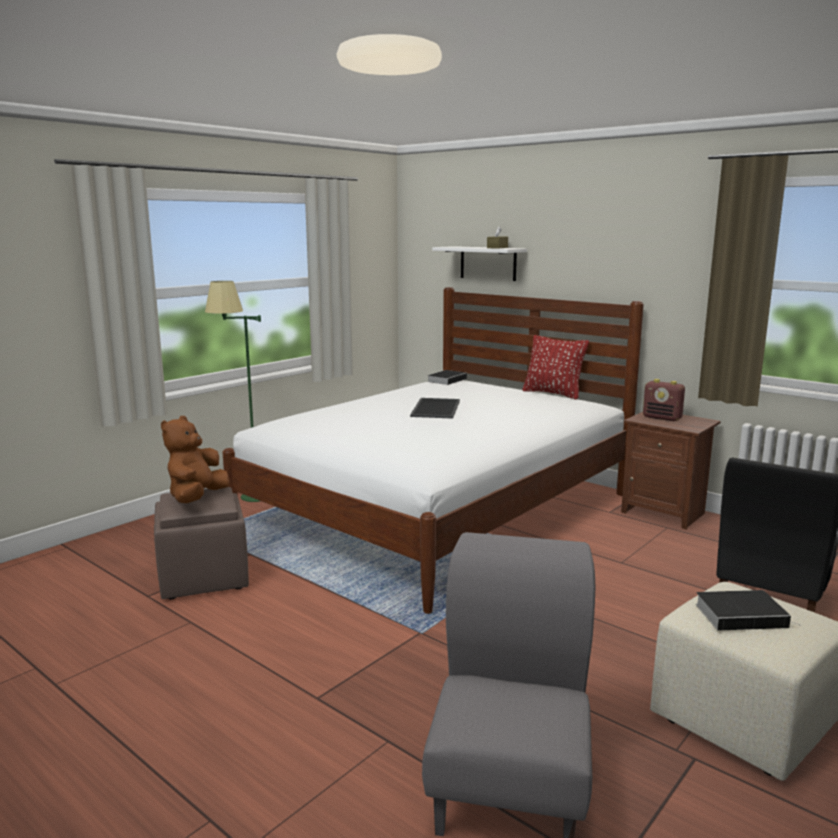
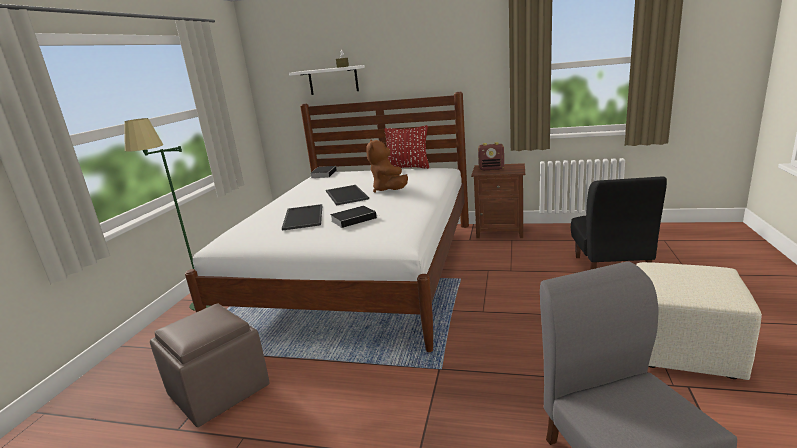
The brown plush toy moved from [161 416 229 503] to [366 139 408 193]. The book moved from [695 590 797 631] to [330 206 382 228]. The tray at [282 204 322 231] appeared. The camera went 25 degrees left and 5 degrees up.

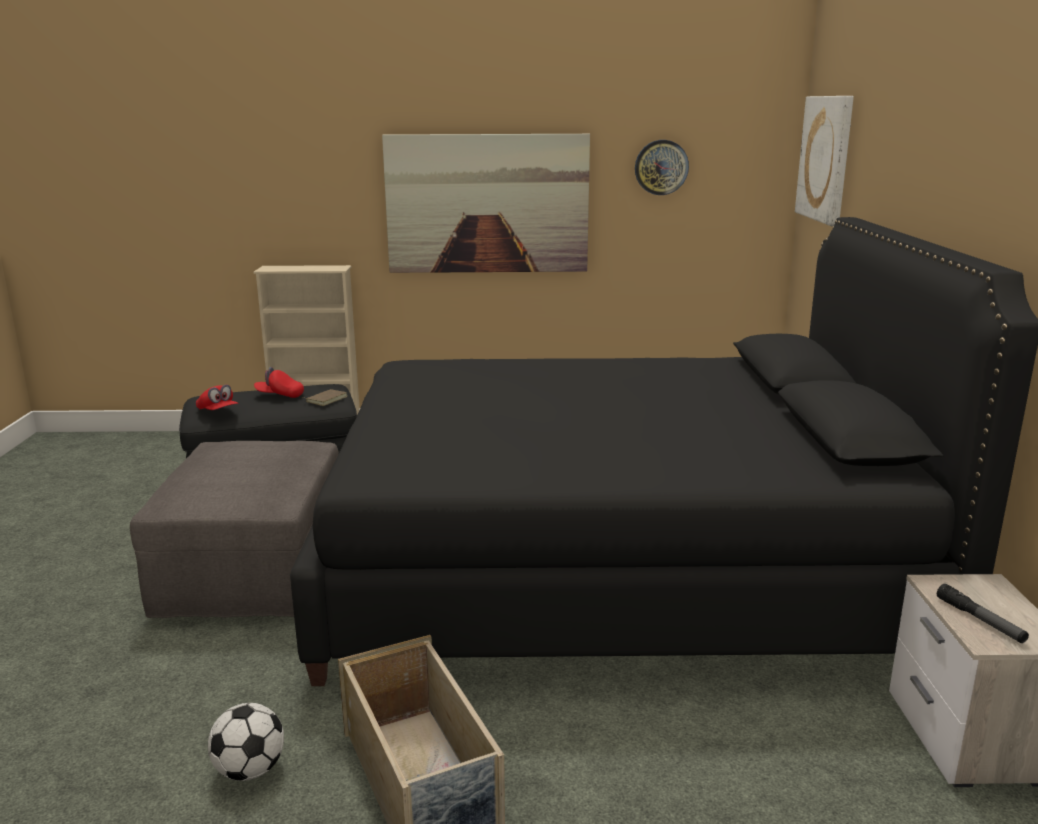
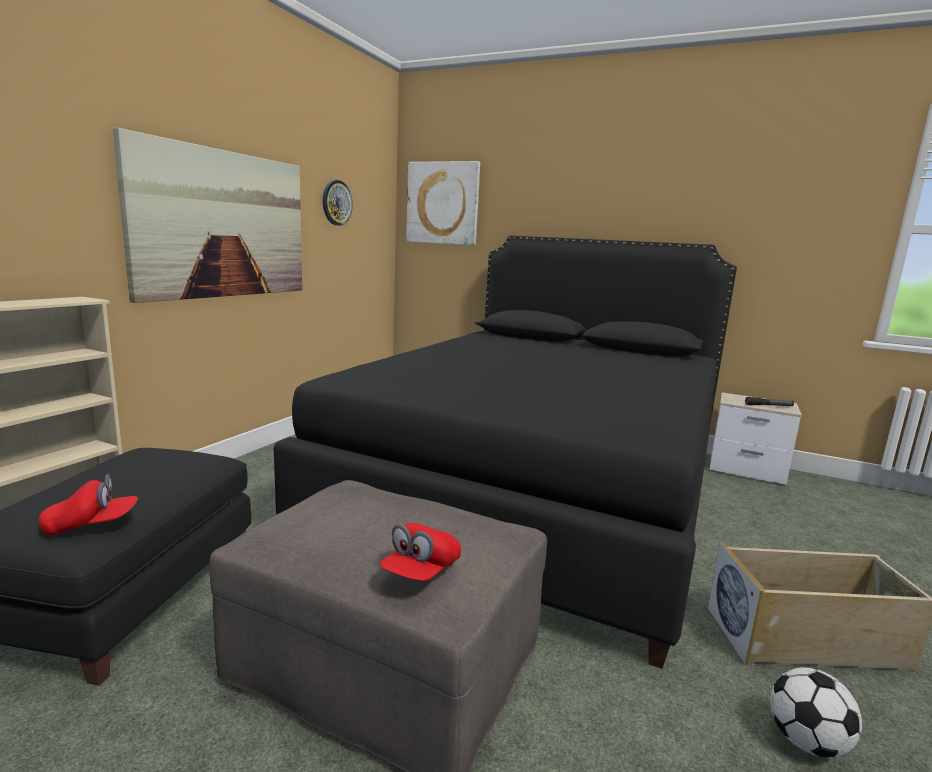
The red cap moved from [254 367 304 398] to [380 523 461 581]. The brown book at [303 389 347 406] disappeared. The camera went 65 degrees left and 5 degrees down.

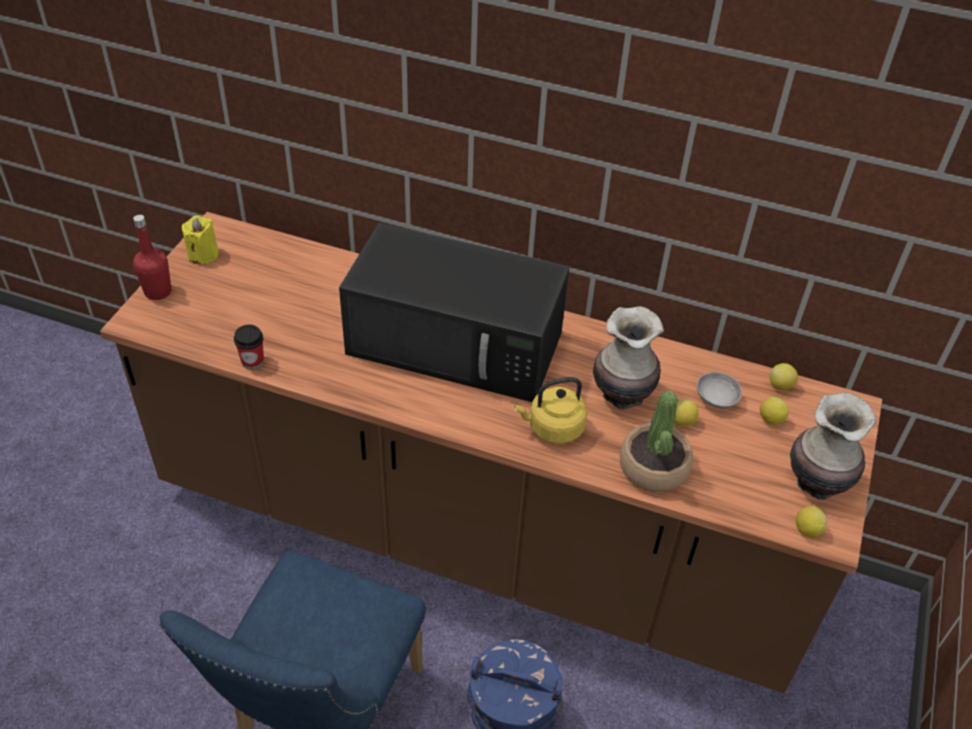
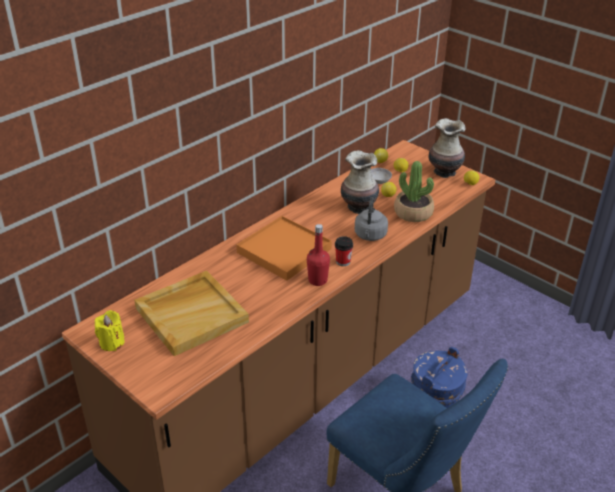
The red bottle moved from [133 215 172 300] to [307 224 330 286]. The black microwave at [339 223 570 402] was replaced by the orange tray at [236 216 332 281]. The cup moved from [234 325 264 370] to [335 236 353 266]. The yellow kettle at [514 377 587 444] became the grey kettle at [355 197 388 241]. The beige tray at [134 271 249 356] appeared. The camera went 65 degrees left and 10 degrees down.

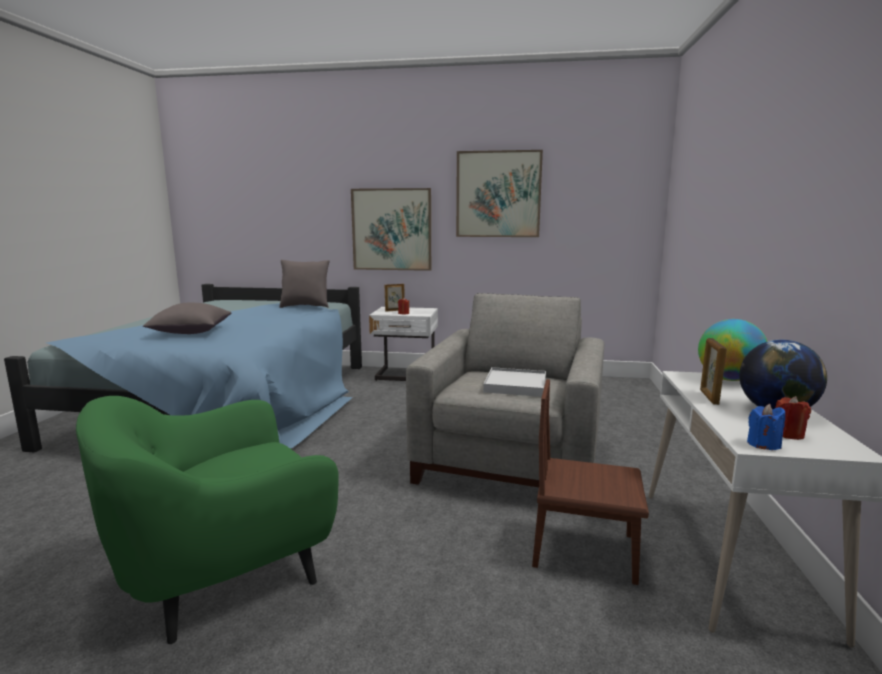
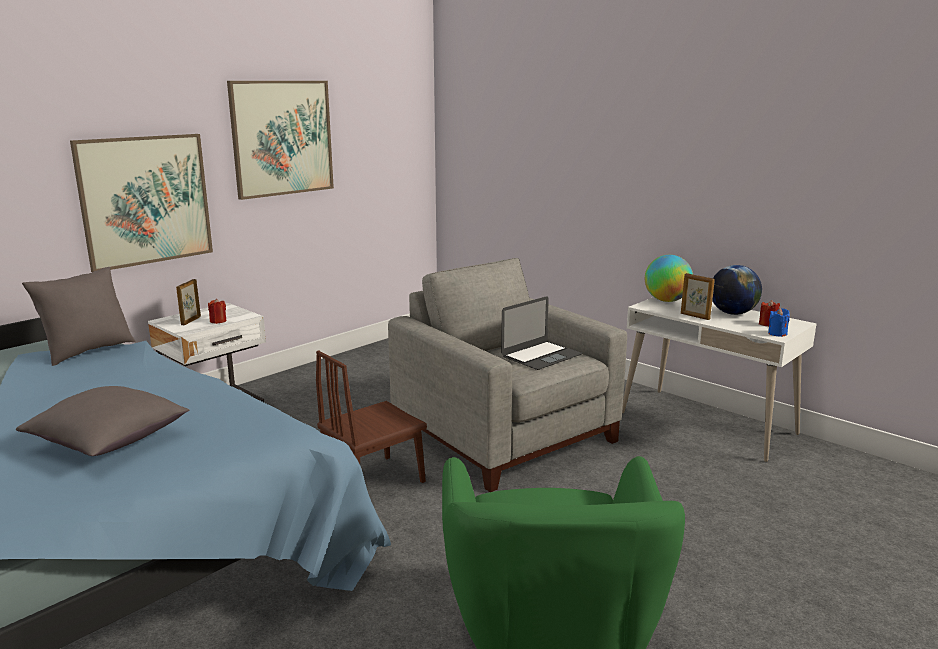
The white tray at [483 367 546 397] was replaced by the laptop at [501 296 582 370]. The brown chair moved from [532 379 649 585] to [316 350 427 483]. The camera went 55 degrees left and 5 degrees up.

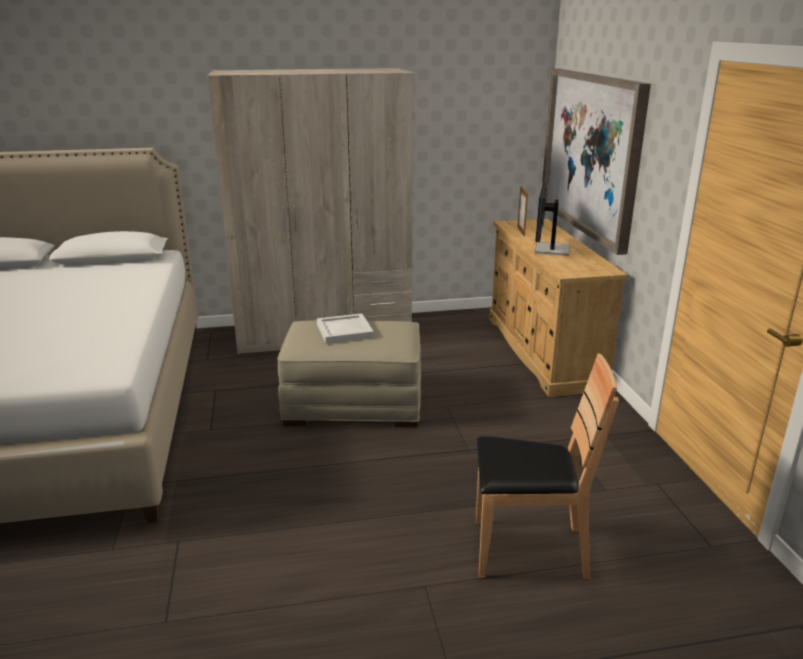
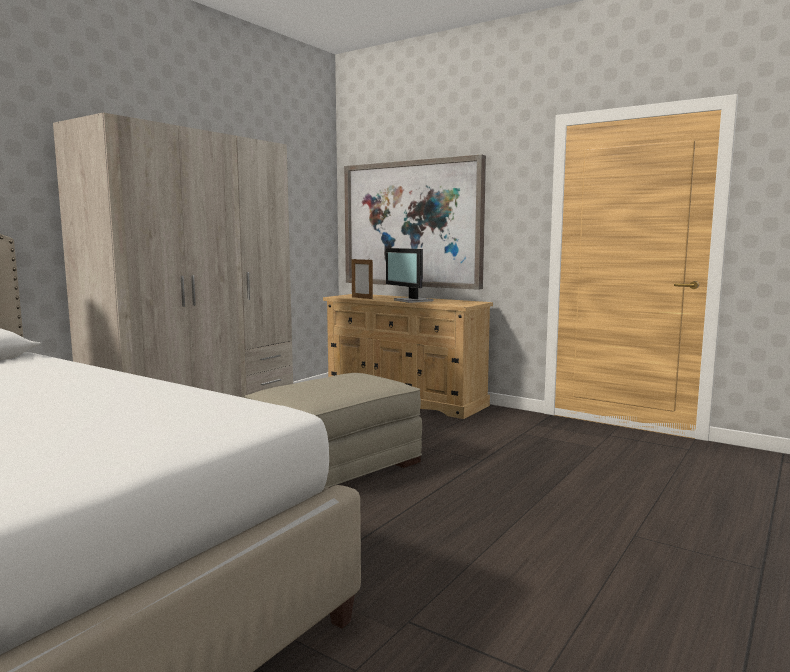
The white tray at [317 313 374 344] disappeared. The brown chair at [476 353 619 579] disappeared. The camera went 45 degrees left and 15 degrees down.

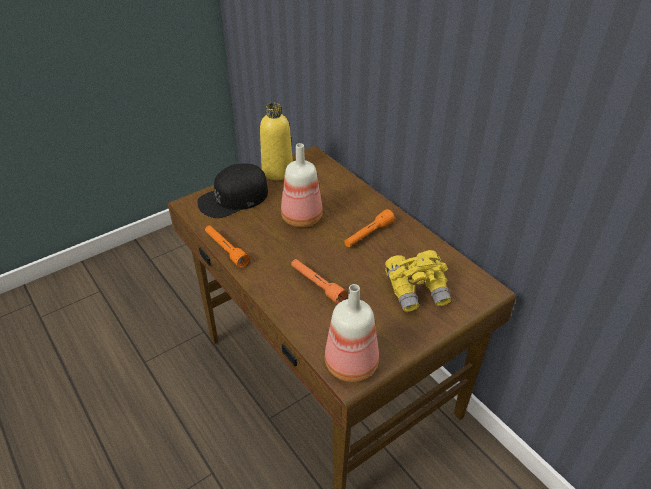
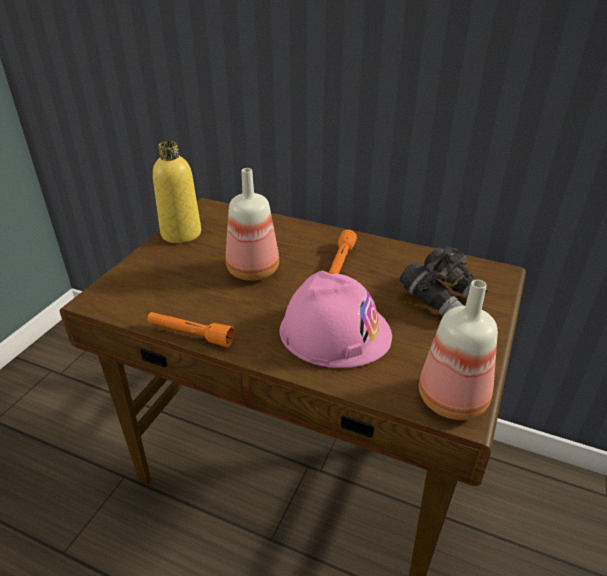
The black cap at [198 164 268 218] disappeared. The yellow binoculars at [385 250 452 312] became the grey binoculars at [400 247 488 316]. The orange flashlight at [291 259 347 304] was replaced by the pink hard hat at [280 271 392 368]. The camera went 30 degrees left and 5 degrees down.

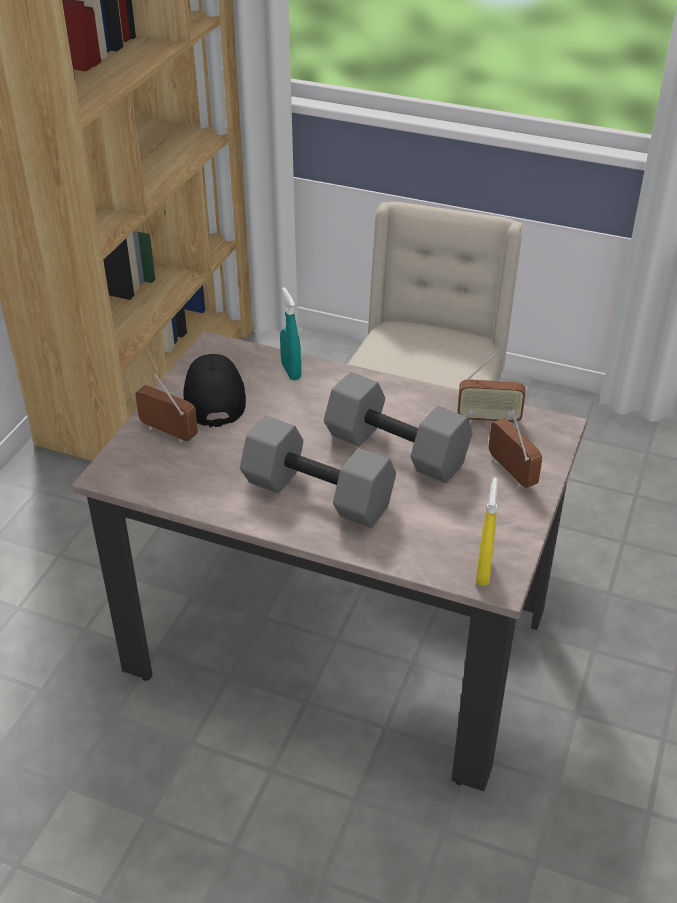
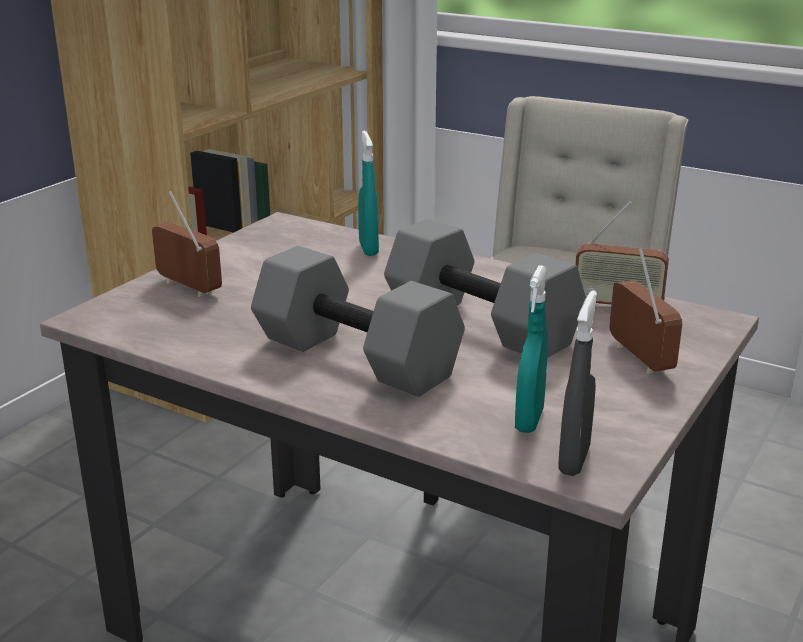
The black cap at [183 354 246 428] disappeared. The yellow spray bottle at [476 478 498 586] became the grey spray bottle at [559 290 597 476]. The turquoise spray bottle at [515 265 548 433] appeared. The camera went 10 degrees right and 15 degrees down.

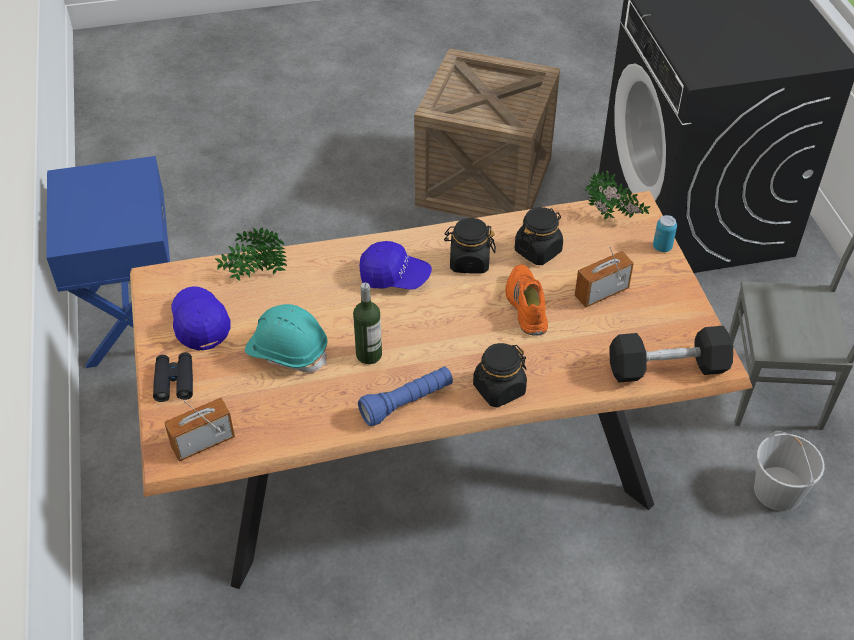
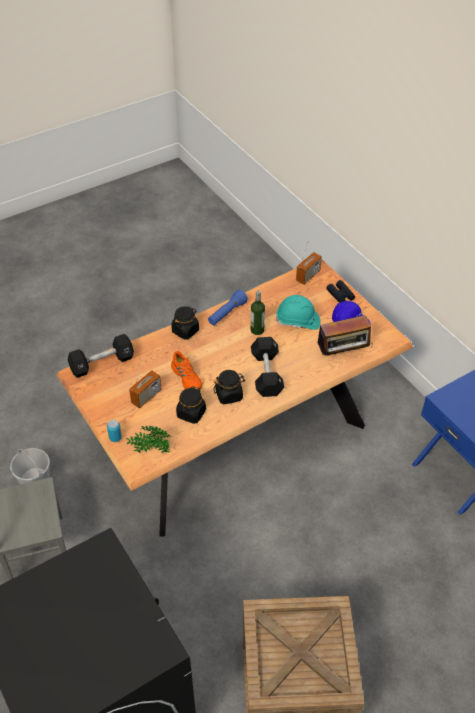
The potted plant at [215 228 287 281] was replaced by the radio at [318 315 373 356]. The blue cap at [360 241 432 290] was replaced by the black dumbbell at [251 337 284 397]. The camera went 160 degrees right and 0 degrees up.

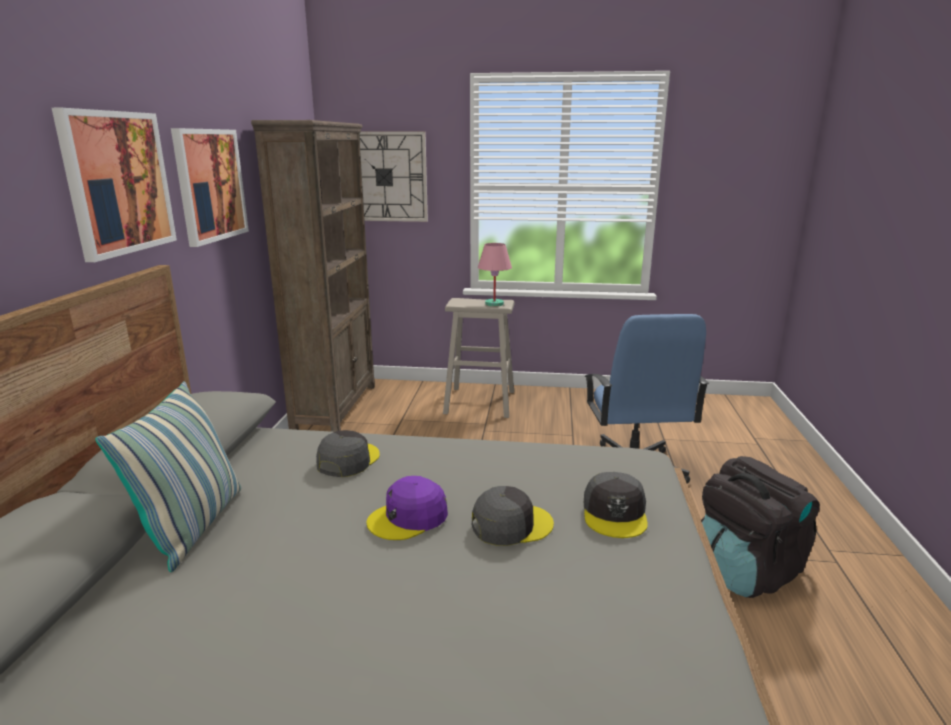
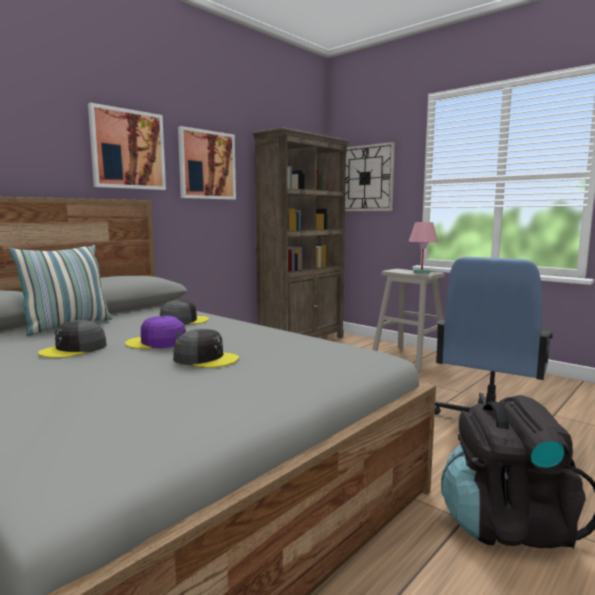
The grey cap moved from [584 472 648 538] to [38 320 107 358]. The camera went 35 degrees right and 10 degrees down.

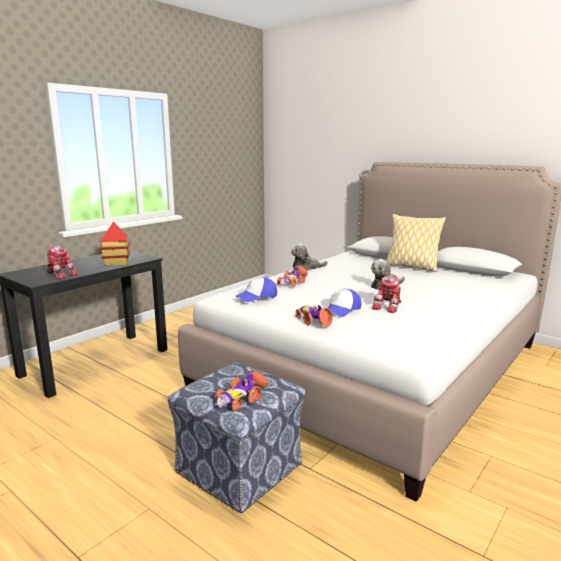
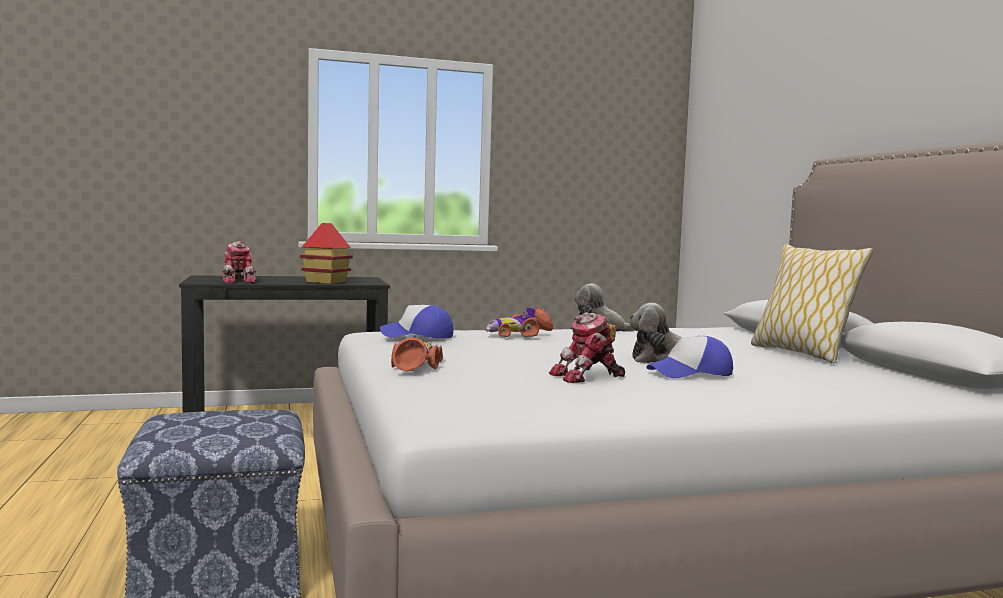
The cap moved from [328 289 362 317] to [646 336 733 378]. The toy car at [215 371 269 411] disappeared. The camera went 35 degrees right and 10 degrees down.

